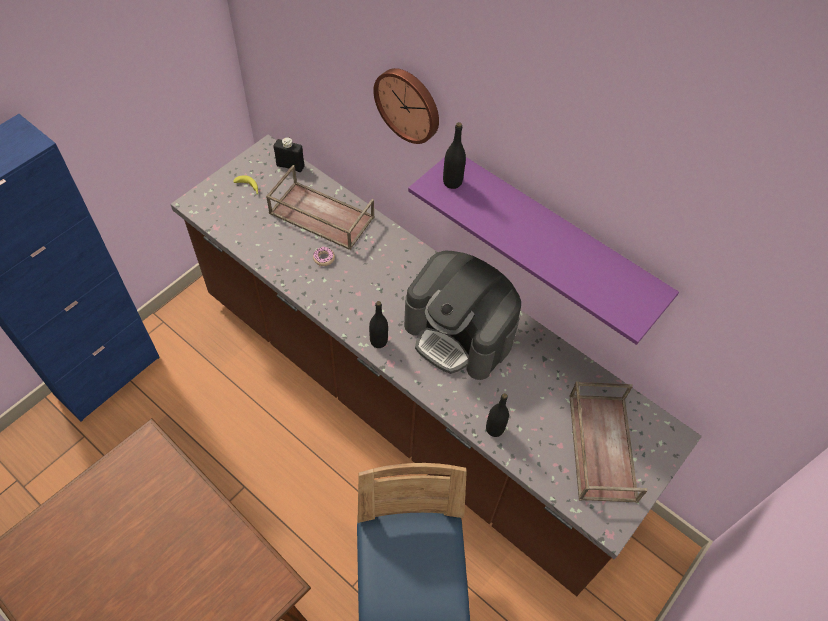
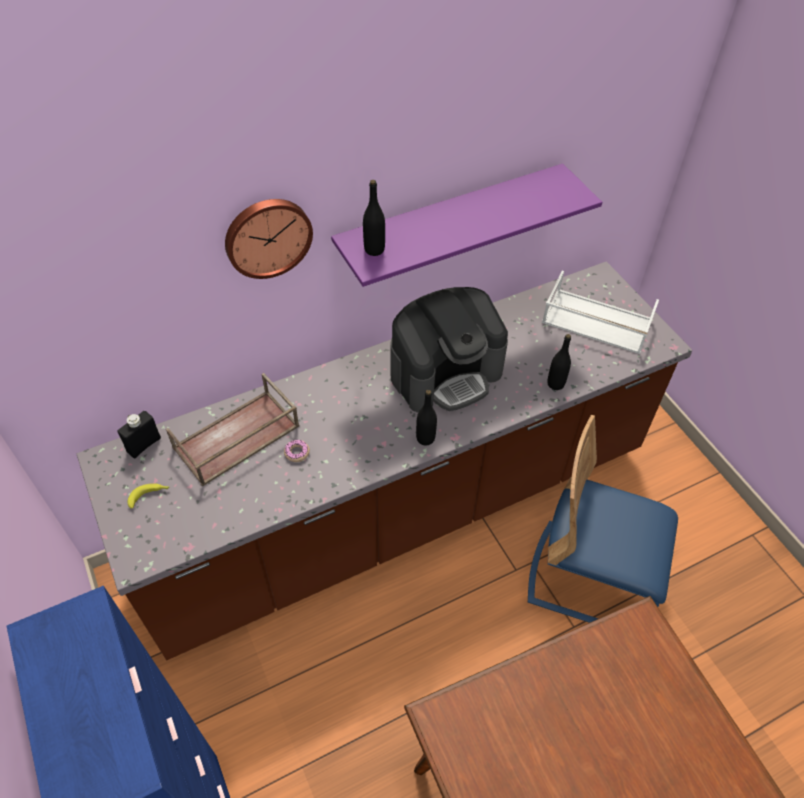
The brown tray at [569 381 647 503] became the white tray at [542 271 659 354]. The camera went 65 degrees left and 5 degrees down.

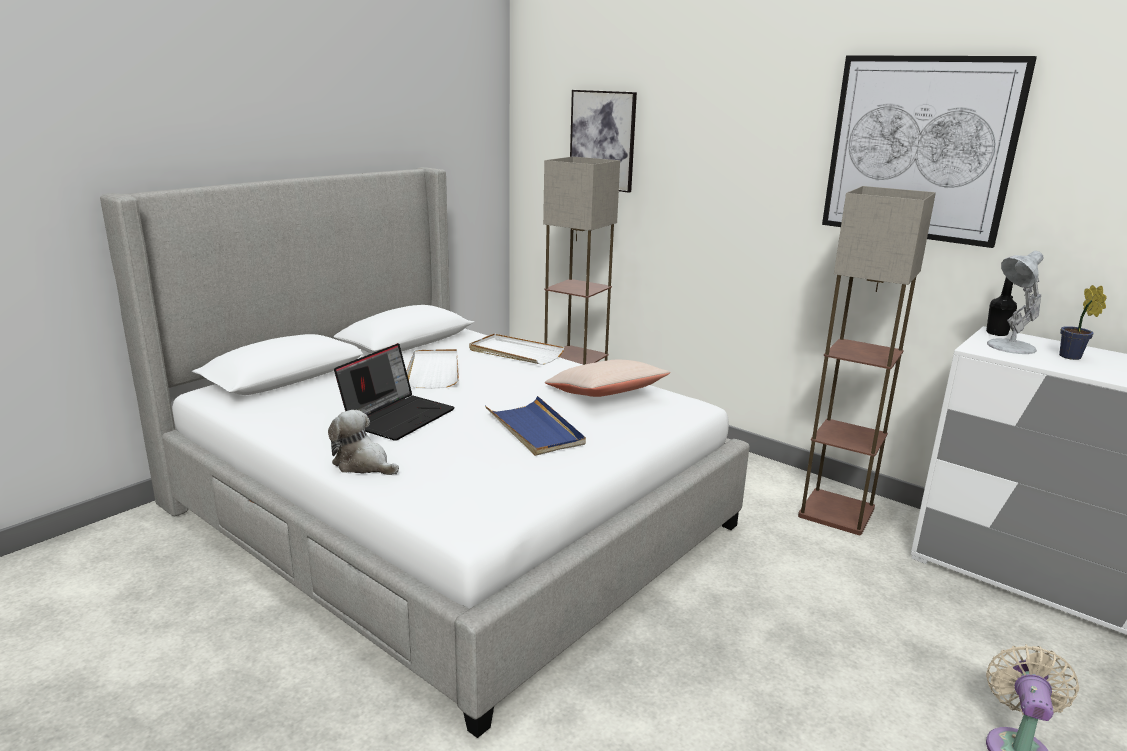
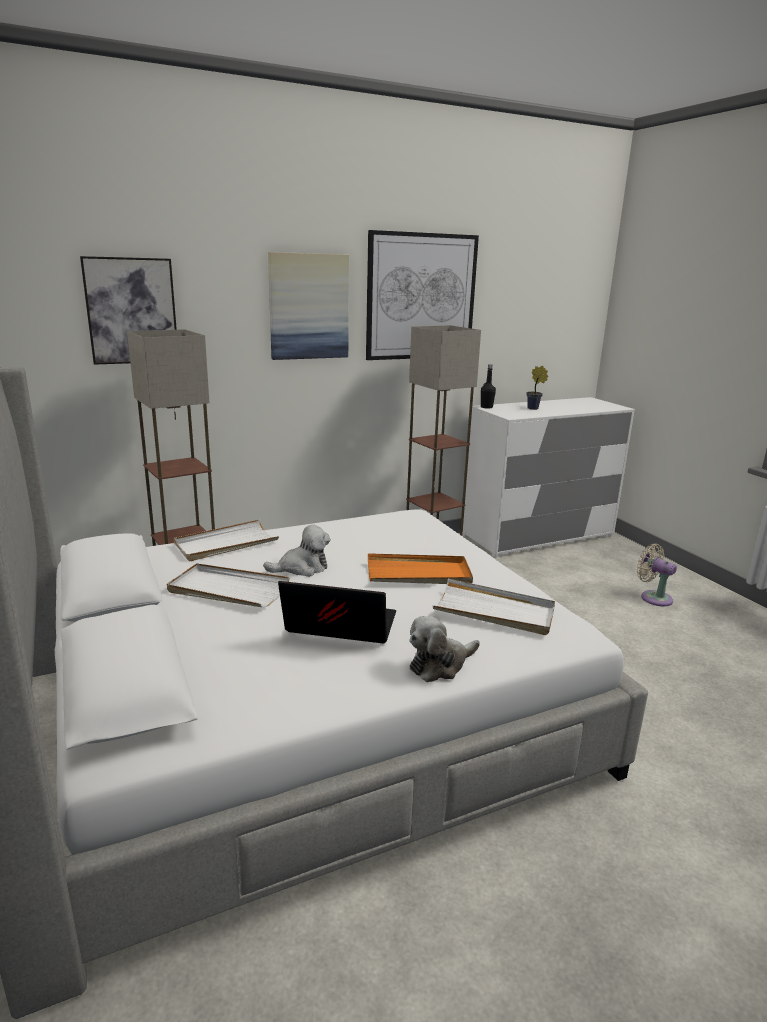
The white table lamp at [987 251 1043 354] disappeared. The laptop at [334 343 455 441] turned 45 degrees counterclockwise. The beige pillow at [545 360 670 397] disappeared. The blue tray at [485 396 586 456] became the orange tray at [368 553 473 584]. The picture at [268 252 349 360] appeared. The plush toy at [263 525 331 577] appeared. The white tray at [433 579 555 635] appeared. The camera went 65 degrees left and 0 degrees up.

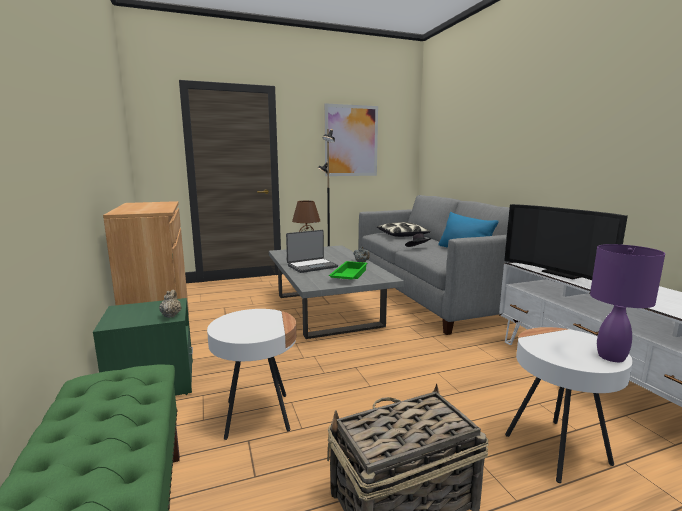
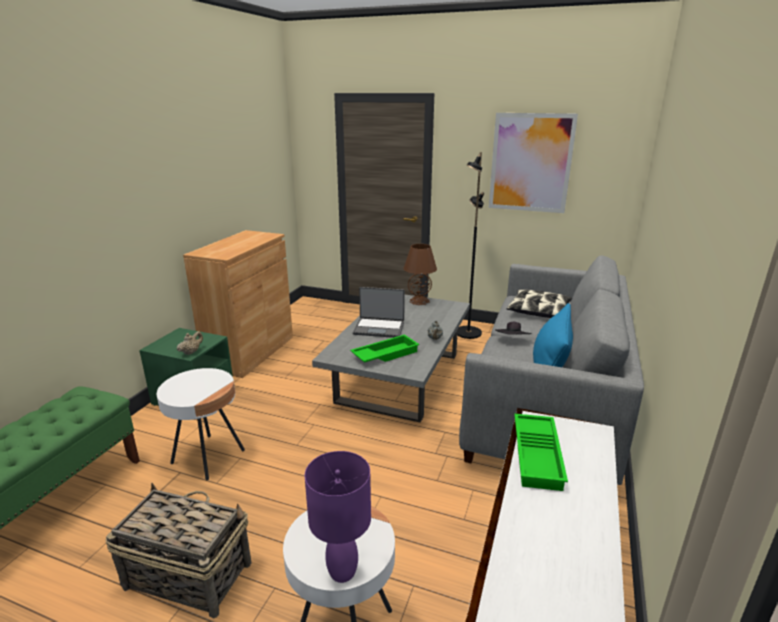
The television at [504 204 628 280] was replaced by the green tray at [514 414 568 491]. The camera went 40 degrees right and 10 degrees up.

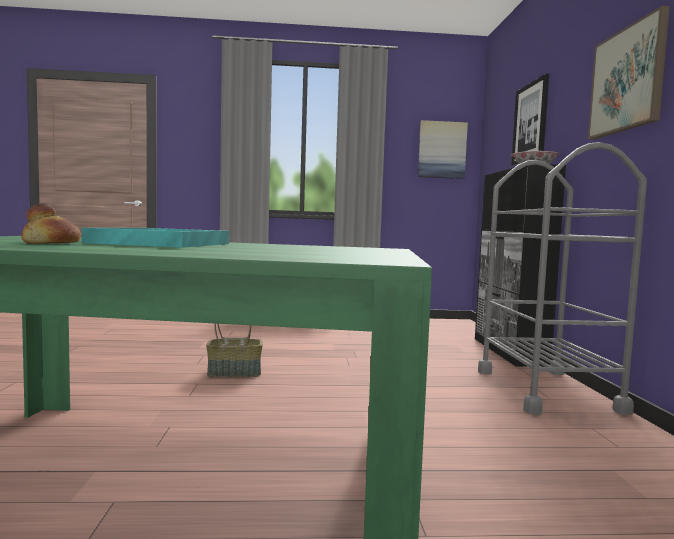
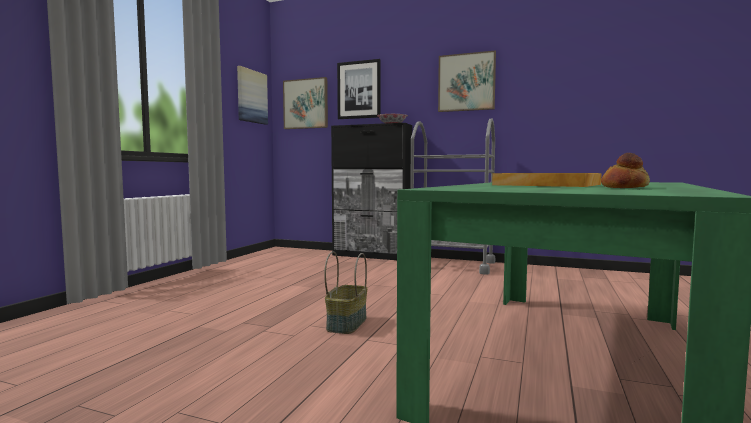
The turquoise tray at [82 228 229 248] became the beige tray at [492 173 602 187]. The picture at [283 77 328 129] appeared. The camera went 65 degrees left and 0 degrees up.

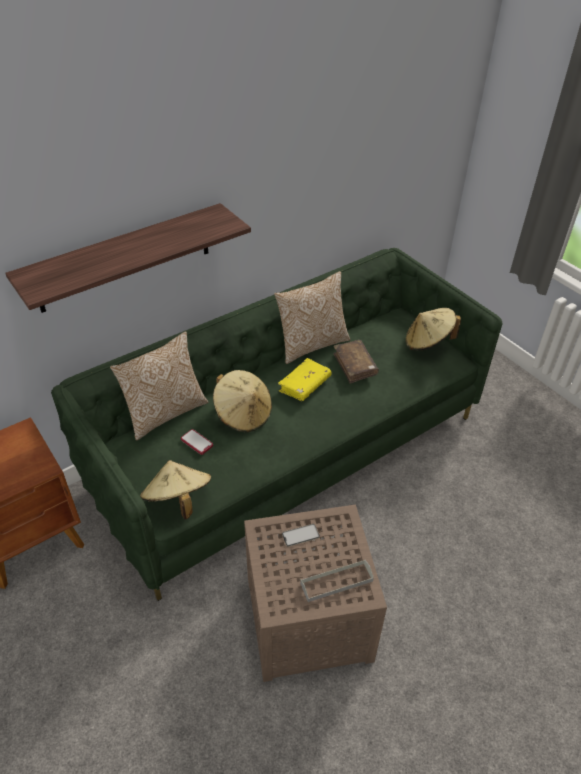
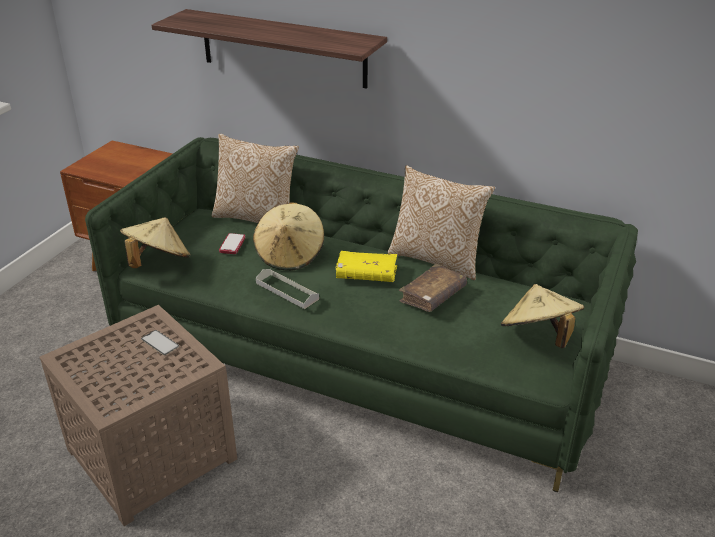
The grey tray moved from [300 559 374 602] to [256 269 319 309]. The camera went 60 degrees right and 10 degrees down.

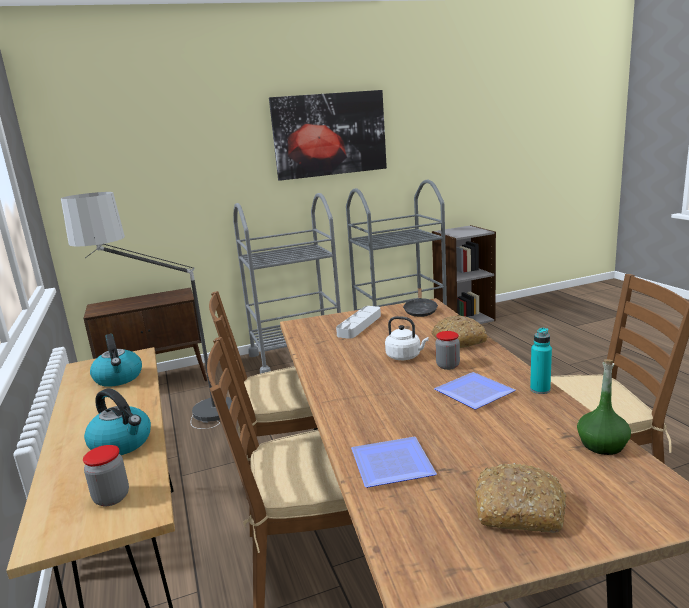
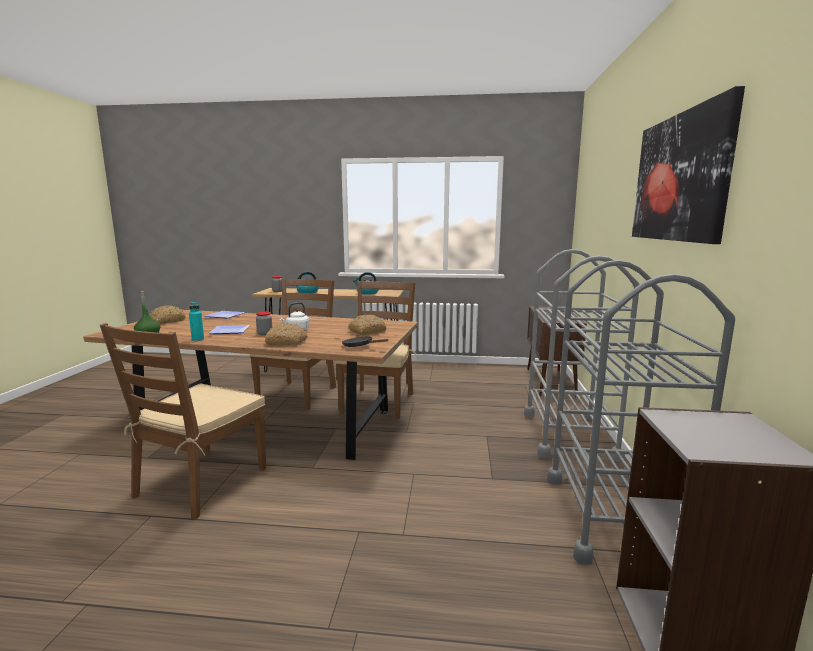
The floor lamp at [61 192 232 429] disappeared. The grey tray at [336 306 381 339] was replaced by the bread at [349 315 387 335]. The camera went 115 degrees right and 5 degrees down.

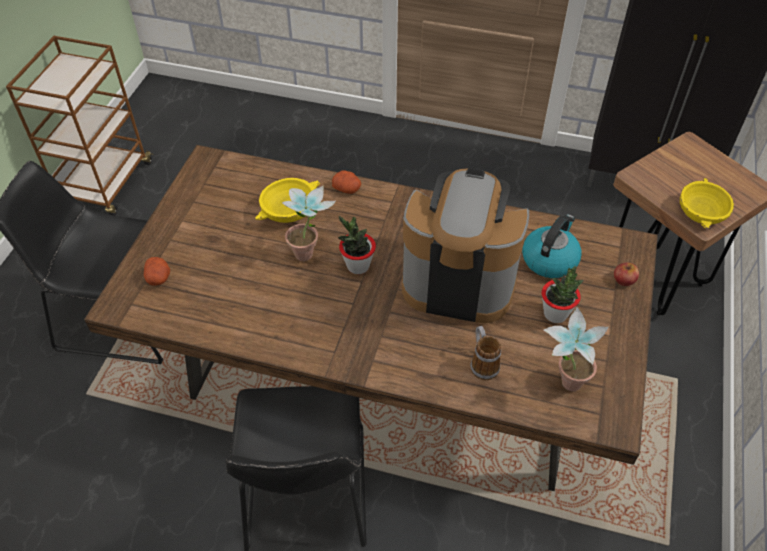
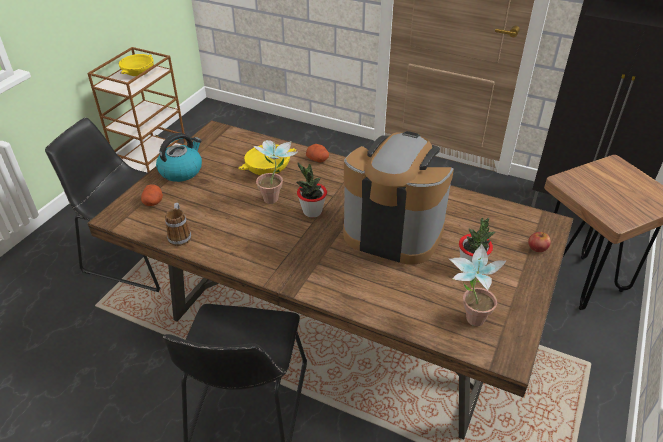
The yellow bowl moved from [680 178 734 229] to [119 54 154 76]. The kettle moved from [522 214 582 278] to [156 133 202 182]. The mug moved from [470 326 501 380] to [165 203 191 246]. The camera went 10 degrees right and 10 degrees down.

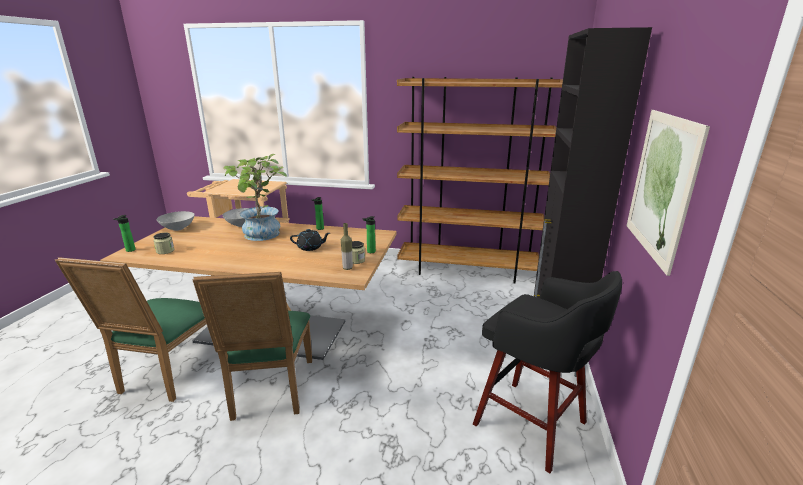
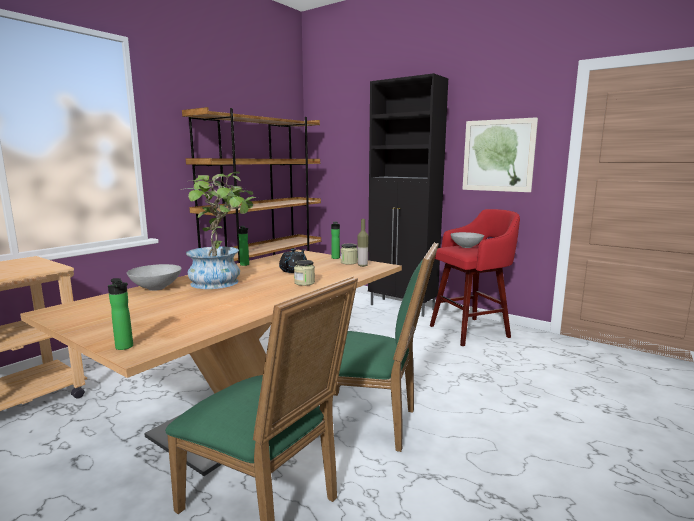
The grey bowl moved from [157 211 195 231] to [450 232 484 248]. The jar moved from [153 233 174 254] to [294 260 315 286]. The black stool at [473 271 622 473] became the red stool at [430 209 520 346]. The camera went 65 degrees left and 10 degrees down.

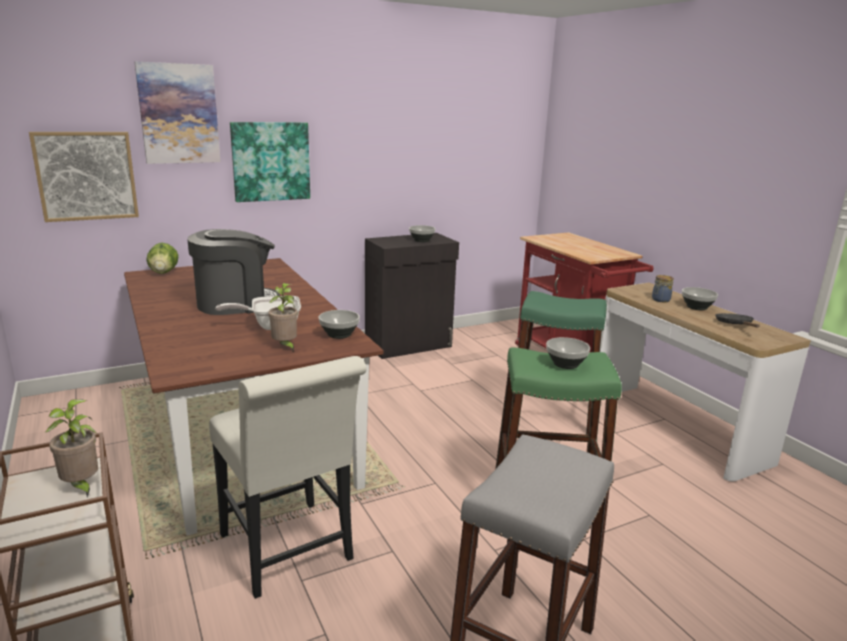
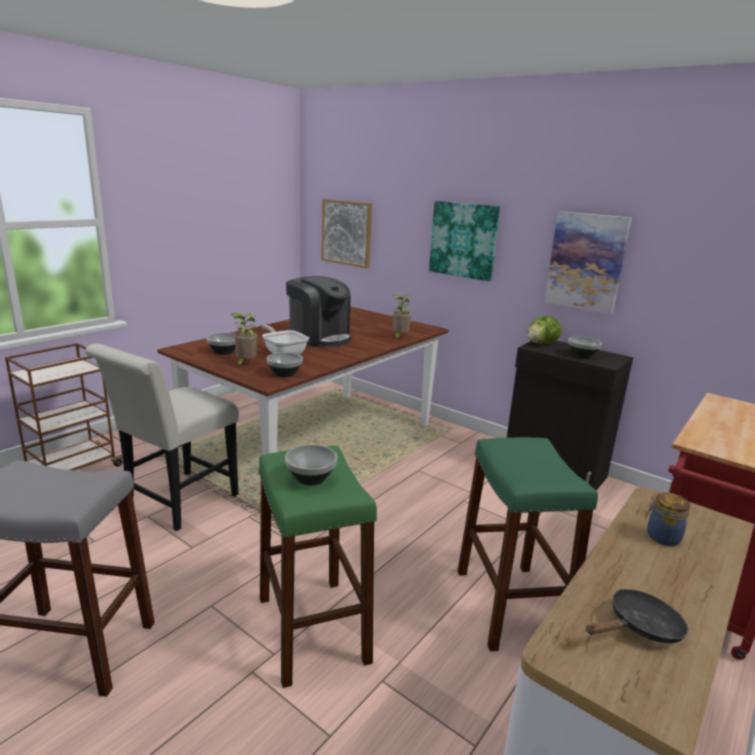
The picture moved from [135 62 221 164] to [544 212 632 314]. The lettuce moved from [146 242 179 274] to [528 316 562 344]. The bowl moved from [682 287 718 310] to [206 333 236 355]. The potted plant moved from [46 399 98 498] to [393 295 413 339]. The camera went 65 degrees right and 0 degrees up.

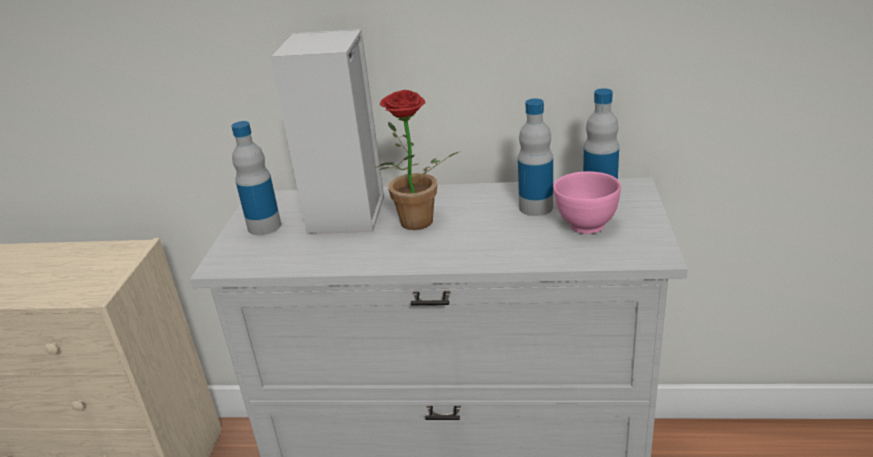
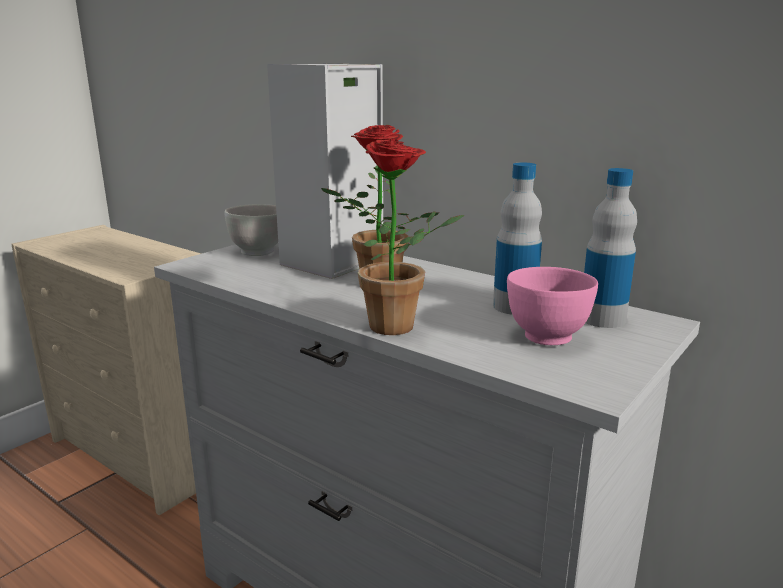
The bottle at [231 121 281 235] was replaced by the white bowl at [225 204 278 256]. The potted plant at [348 139 465 335] appeared. The camera went 30 degrees right and 10 degrees down.

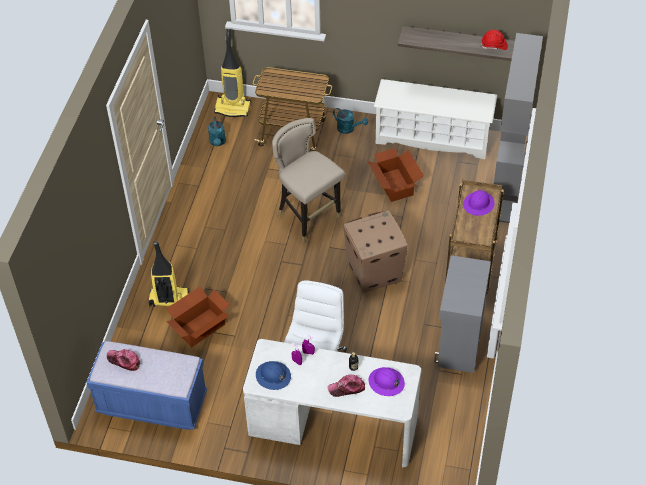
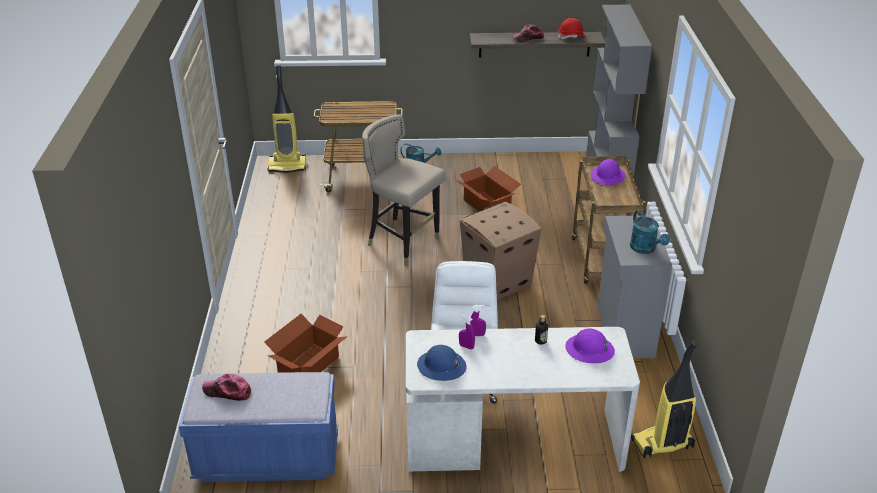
The white shoe rack at [374 79 497 159] disappeared. The turquoise watering can moved from [208 116 226 146] to [630 210 670 254]. The vacuum cleaner moved from [149 241 189 307] to [631 340 699 458]. The cap moved from [328 375 365 397] to [512 25 544 43]. The camera went 15 degrees left and 15 degrees down.

